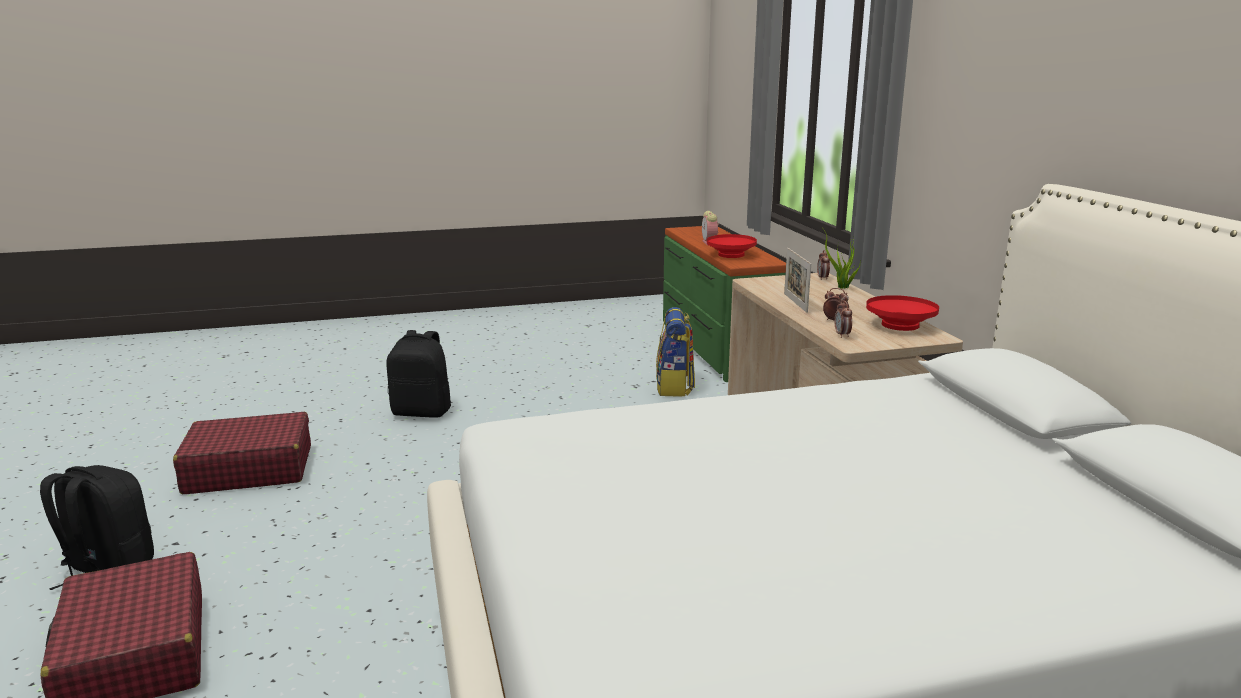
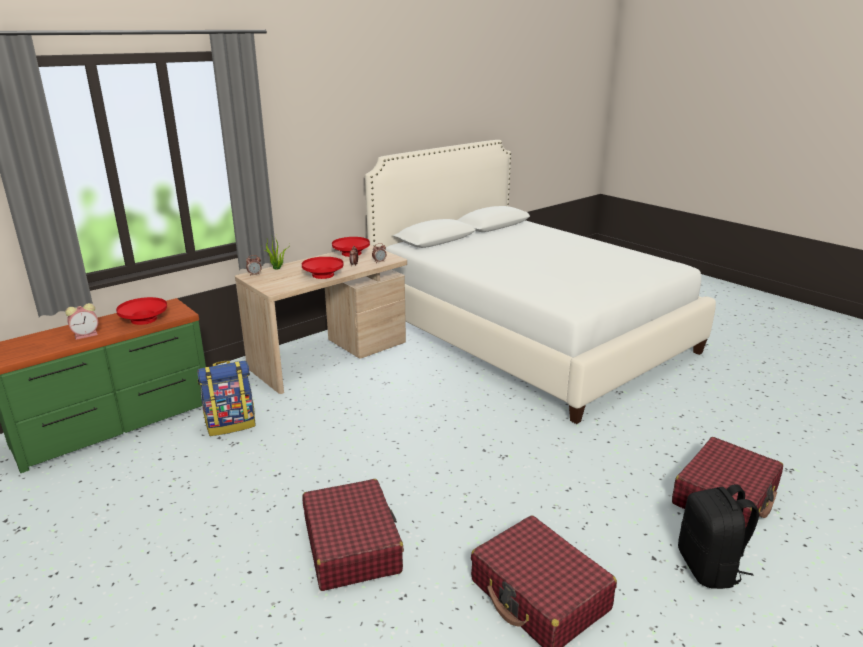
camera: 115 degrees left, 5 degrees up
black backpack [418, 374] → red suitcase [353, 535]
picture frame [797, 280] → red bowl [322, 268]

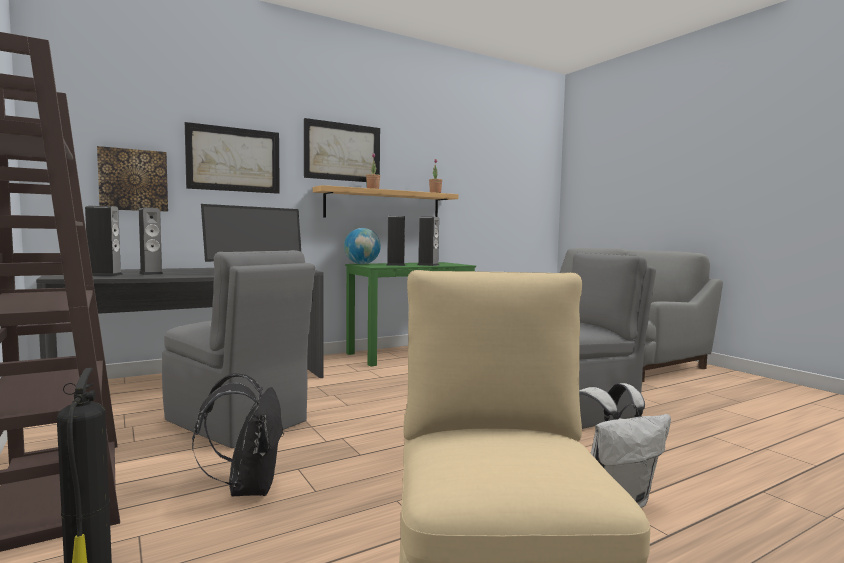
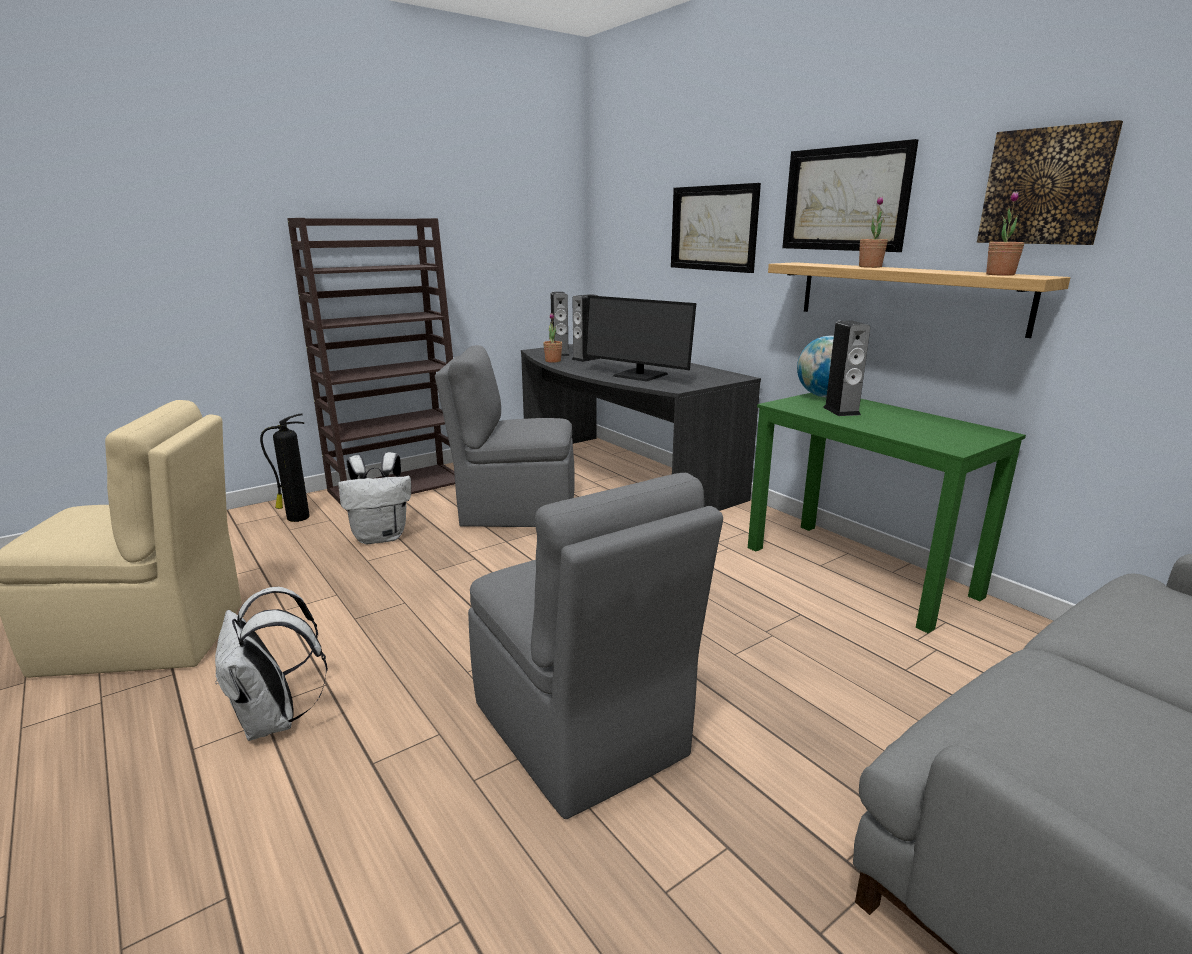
camera: 85 degrees right, 15 degrees up
speaker [428, 241] → -
- → potted plant [552, 338]
picture [132, 179] → picture [1050, 182], relocated
black backpack [238, 434] → white backpack [374, 498]
grey chair [238, 349] → grey chair [505, 436], 60 degrees clockwise

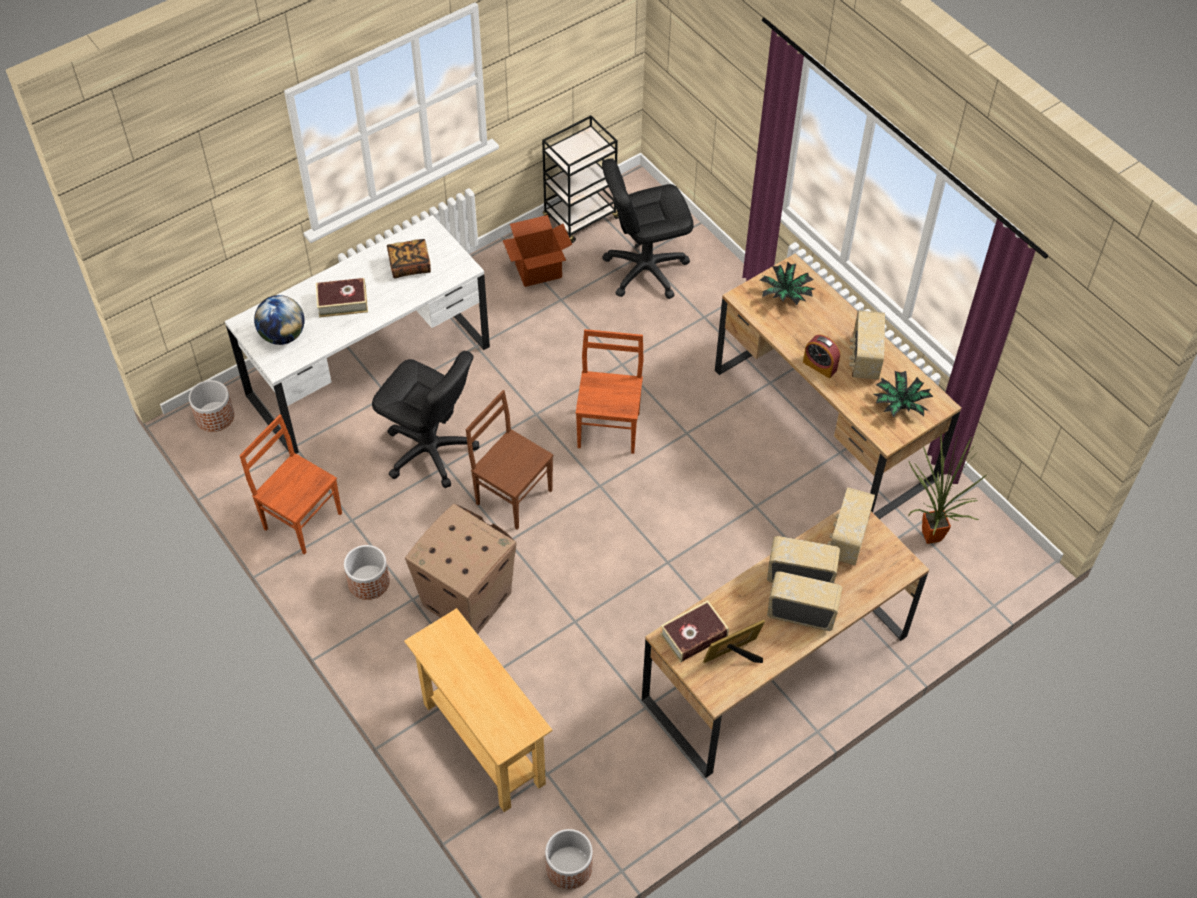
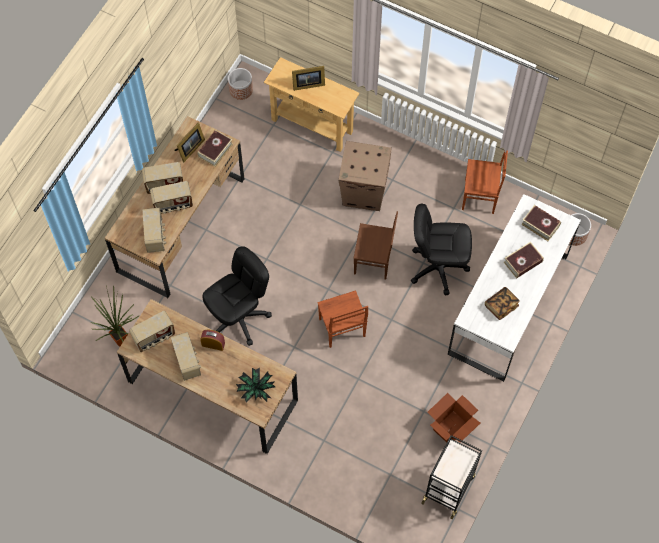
camera: 155 degrees right, 10 degrees up
planter [367, 572] → -
- → picture frame [308, 78]
black office chair [648, 229] → black office chair [237, 296], relocated
globe [279, 320] → book [541, 223]
potted plant [904, 394] → radio [152, 331]

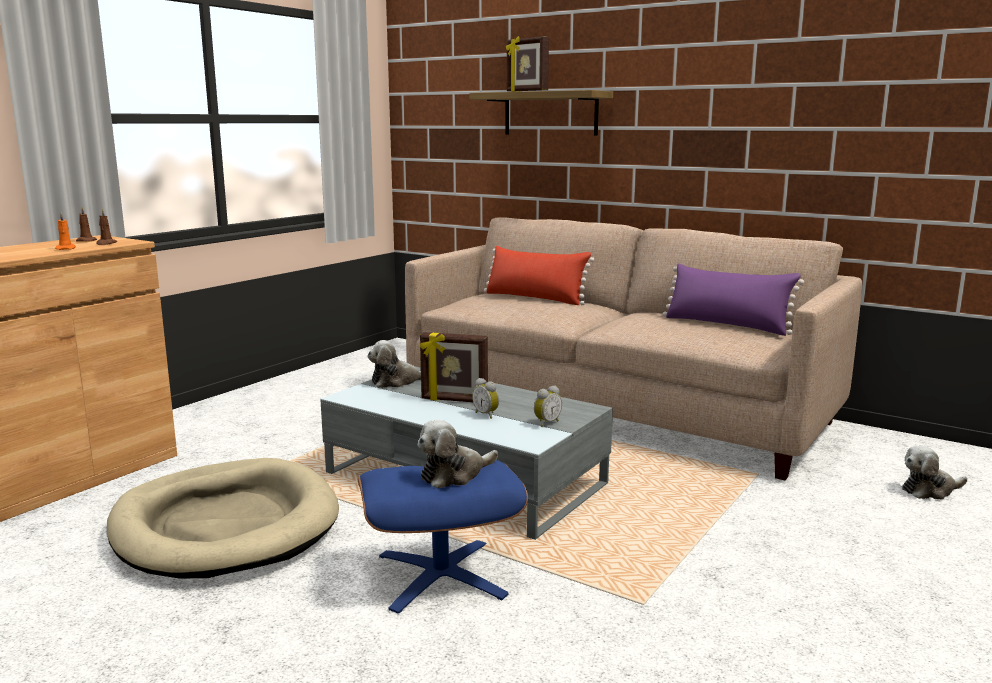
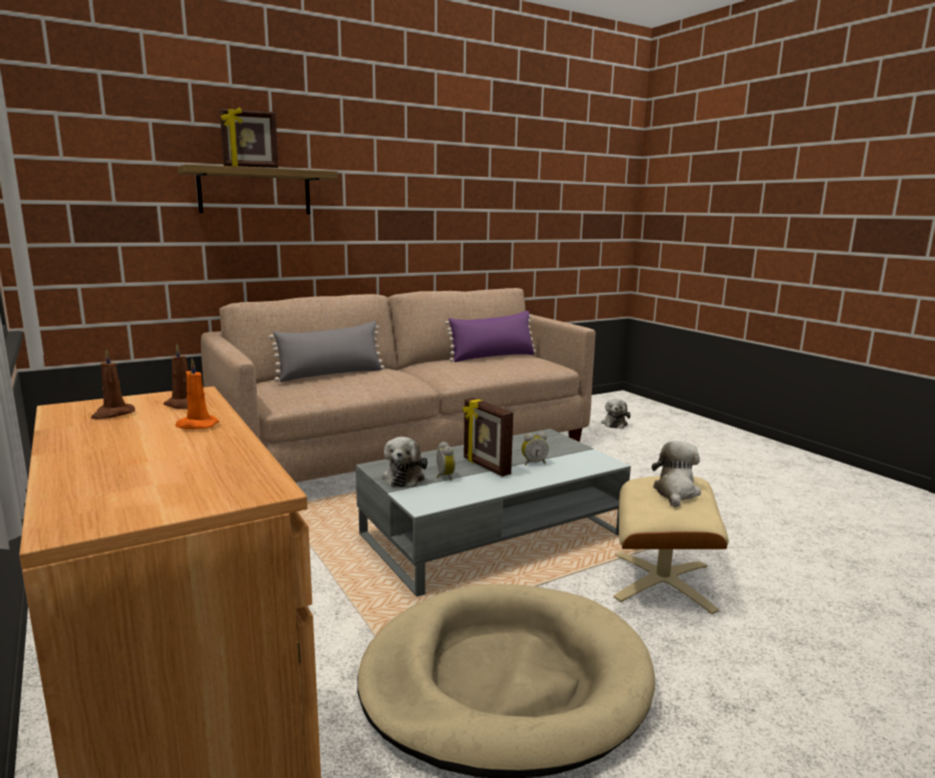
camera: 65 degrees left, 0 degrees up
alarm clock [548, 406] → alarm clock [445, 461], relocated
blue ottoman [443, 537] → beige ottoman [671, 545]
red pillow [539, 275] → grey pillow [327, 351]
plush toy [458, 454] → plush toy [676, 474], 150 degrees counterclockwise
picture frame [454, 367] → picture frame [488, 437], 105 degrees clockwise

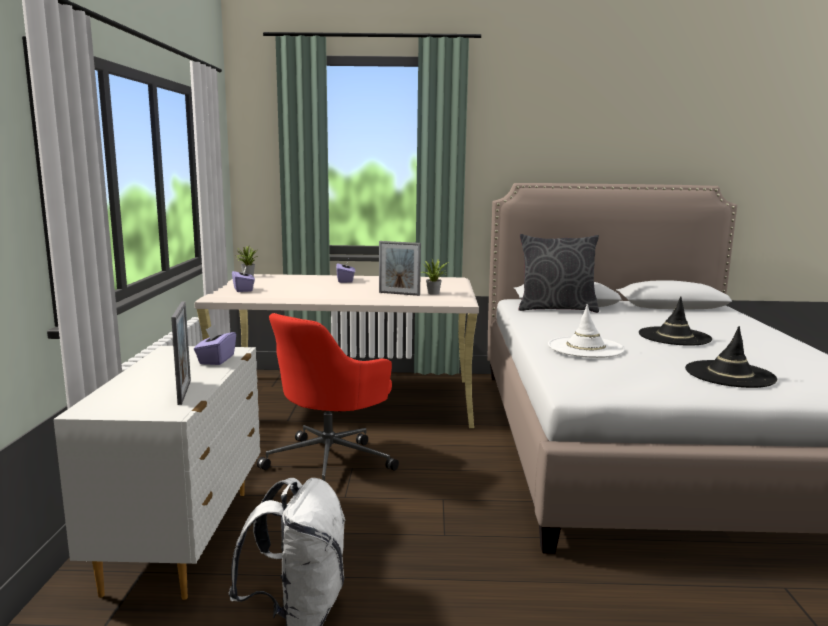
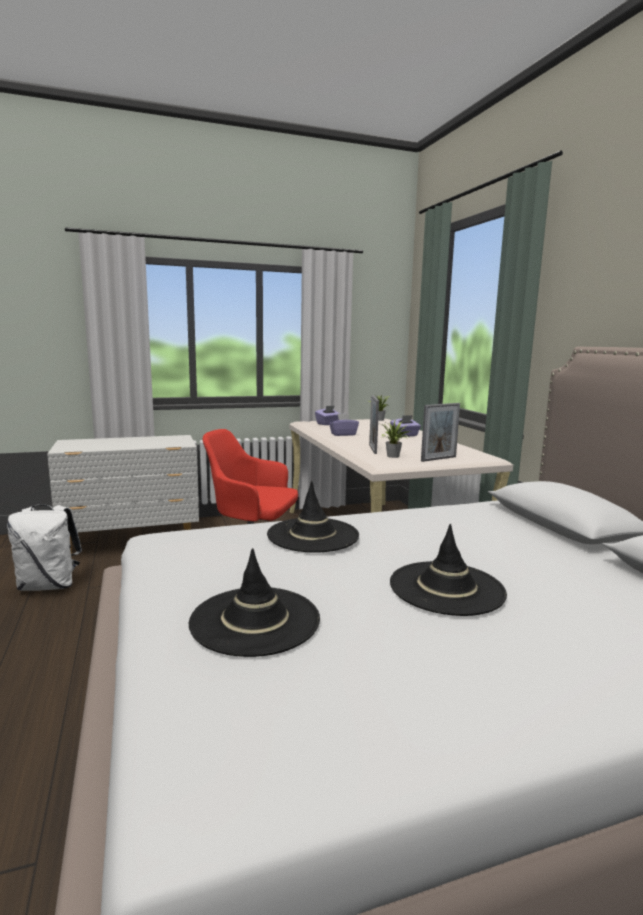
camera: 70 degrees right, 0 degrees up
grey pillow [559, 273] → -
picture frame [181, 353] → picture frame [440, 432], relocated
purple tissue box [215, 344] → purple tissue box [344, 424], relocated
white hat [586, 331] → black hat [313, 517]

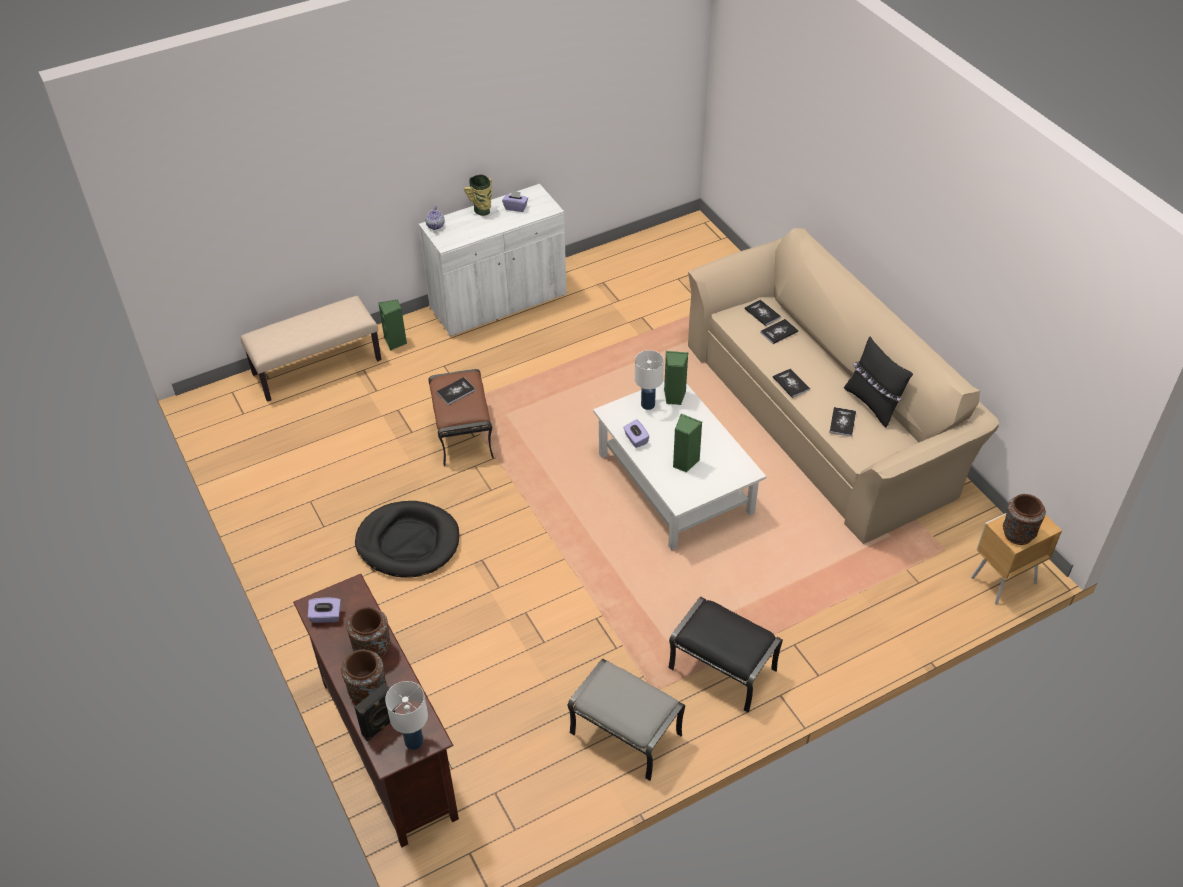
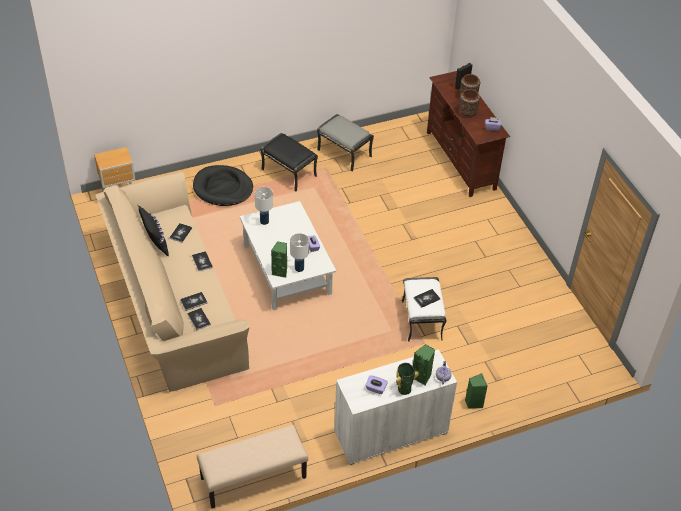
camera: 175 degrees left, 0 degrees up
brown vase [1024, 519] → -
beige bench [310, 349] → beige bench [252, 466], relocated
black dog bed [407, 539] → black dog bed [223, 185], relocated
white table lamp [406, 715] → white table lamp [264, 206], relocated
green speaker [687, 443] → green speaker [424, 365], relocated
brown ottoman [461, 417] → white ottoman [424, 309]

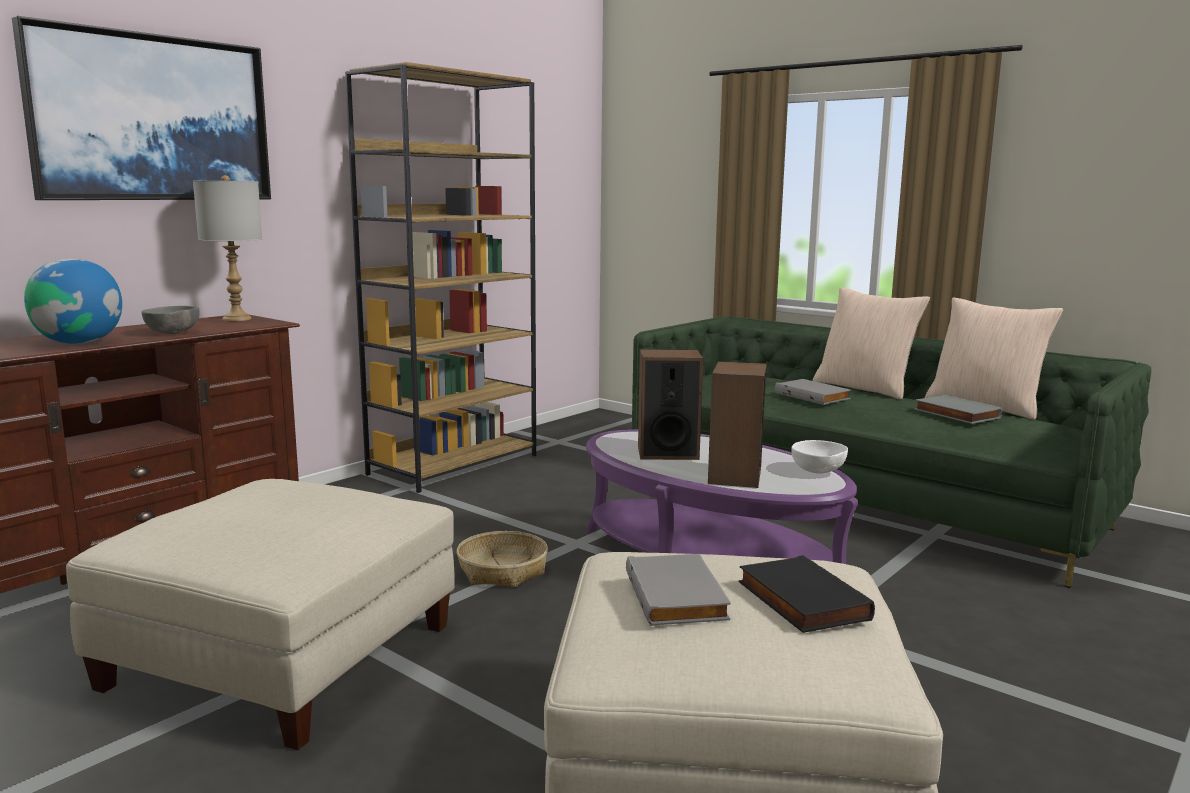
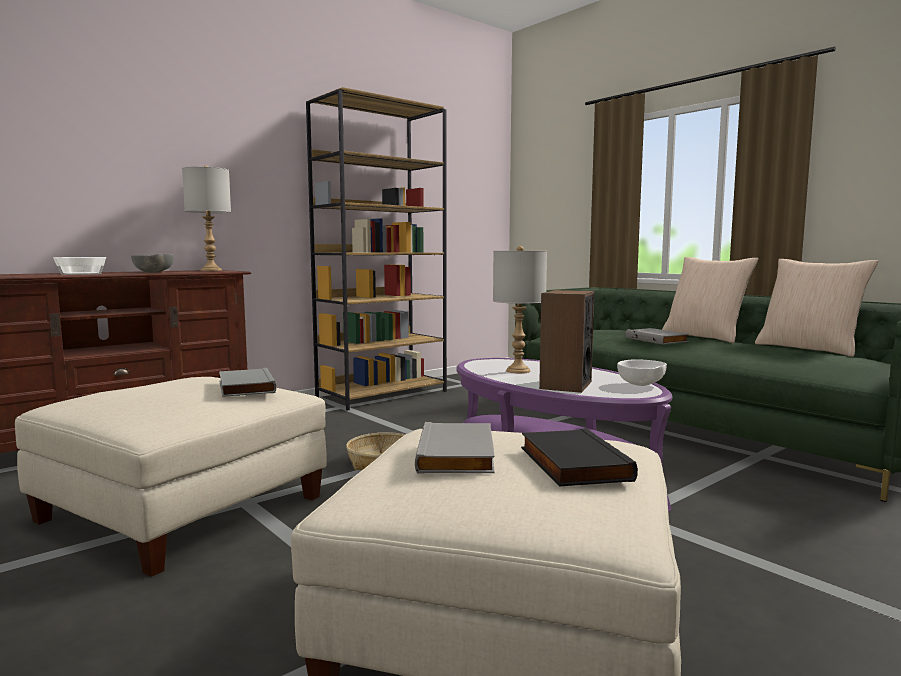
camera: 10 degrees right, 5 degrees down
picture [141, 108] → -
grey book [958, 409] → grey book [247, 382], relocated
globe [73, 301] → bowl [79, 266]
speaker [670, 404] → grey table lamp [520, 309]

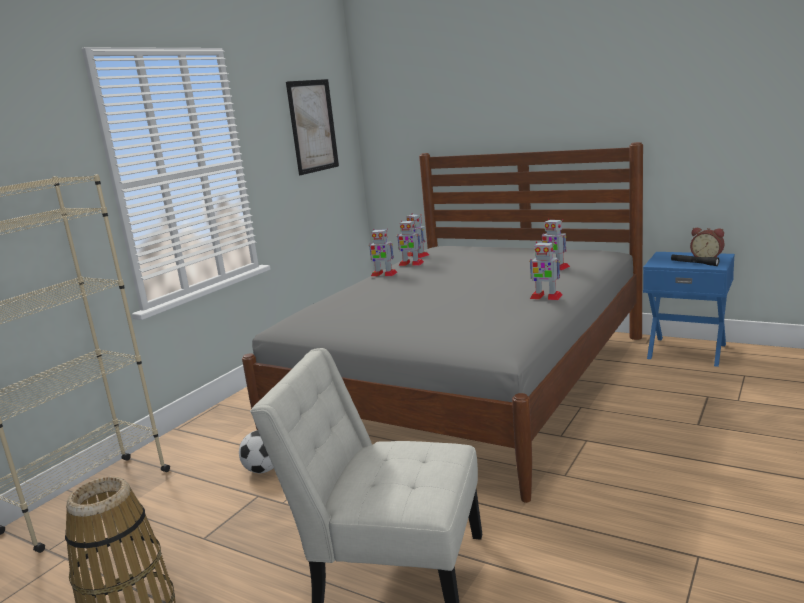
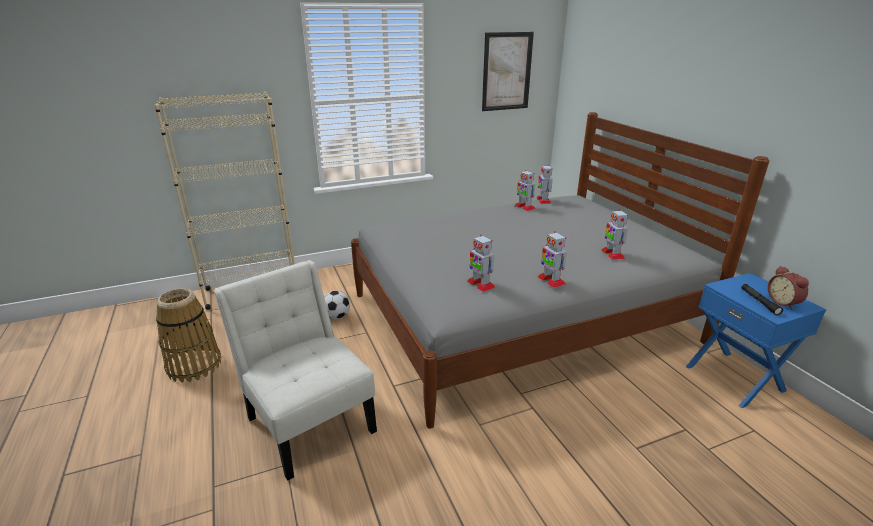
camera: 35 degrees right, 10 degrees up
toy robot [383, 252] → toy robot [481, 263], relocated

